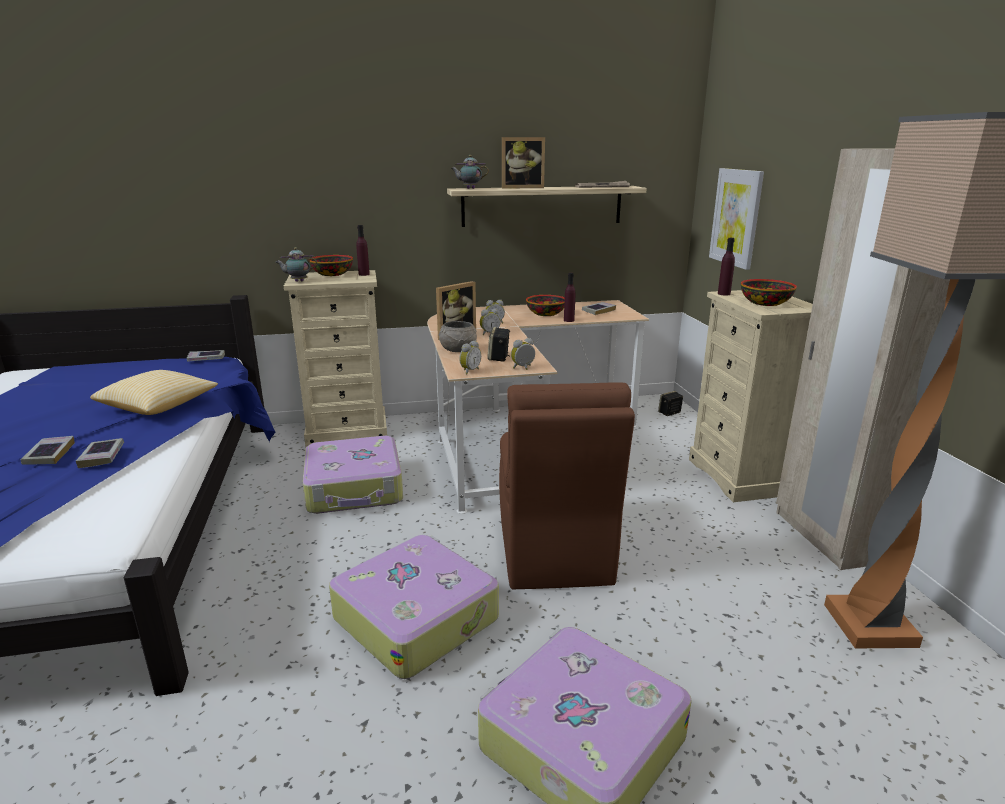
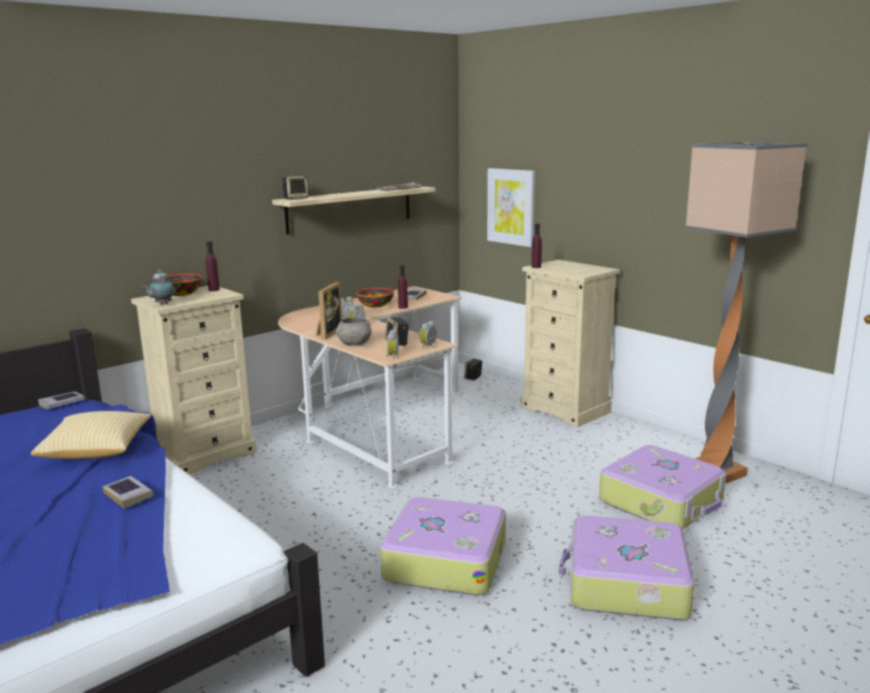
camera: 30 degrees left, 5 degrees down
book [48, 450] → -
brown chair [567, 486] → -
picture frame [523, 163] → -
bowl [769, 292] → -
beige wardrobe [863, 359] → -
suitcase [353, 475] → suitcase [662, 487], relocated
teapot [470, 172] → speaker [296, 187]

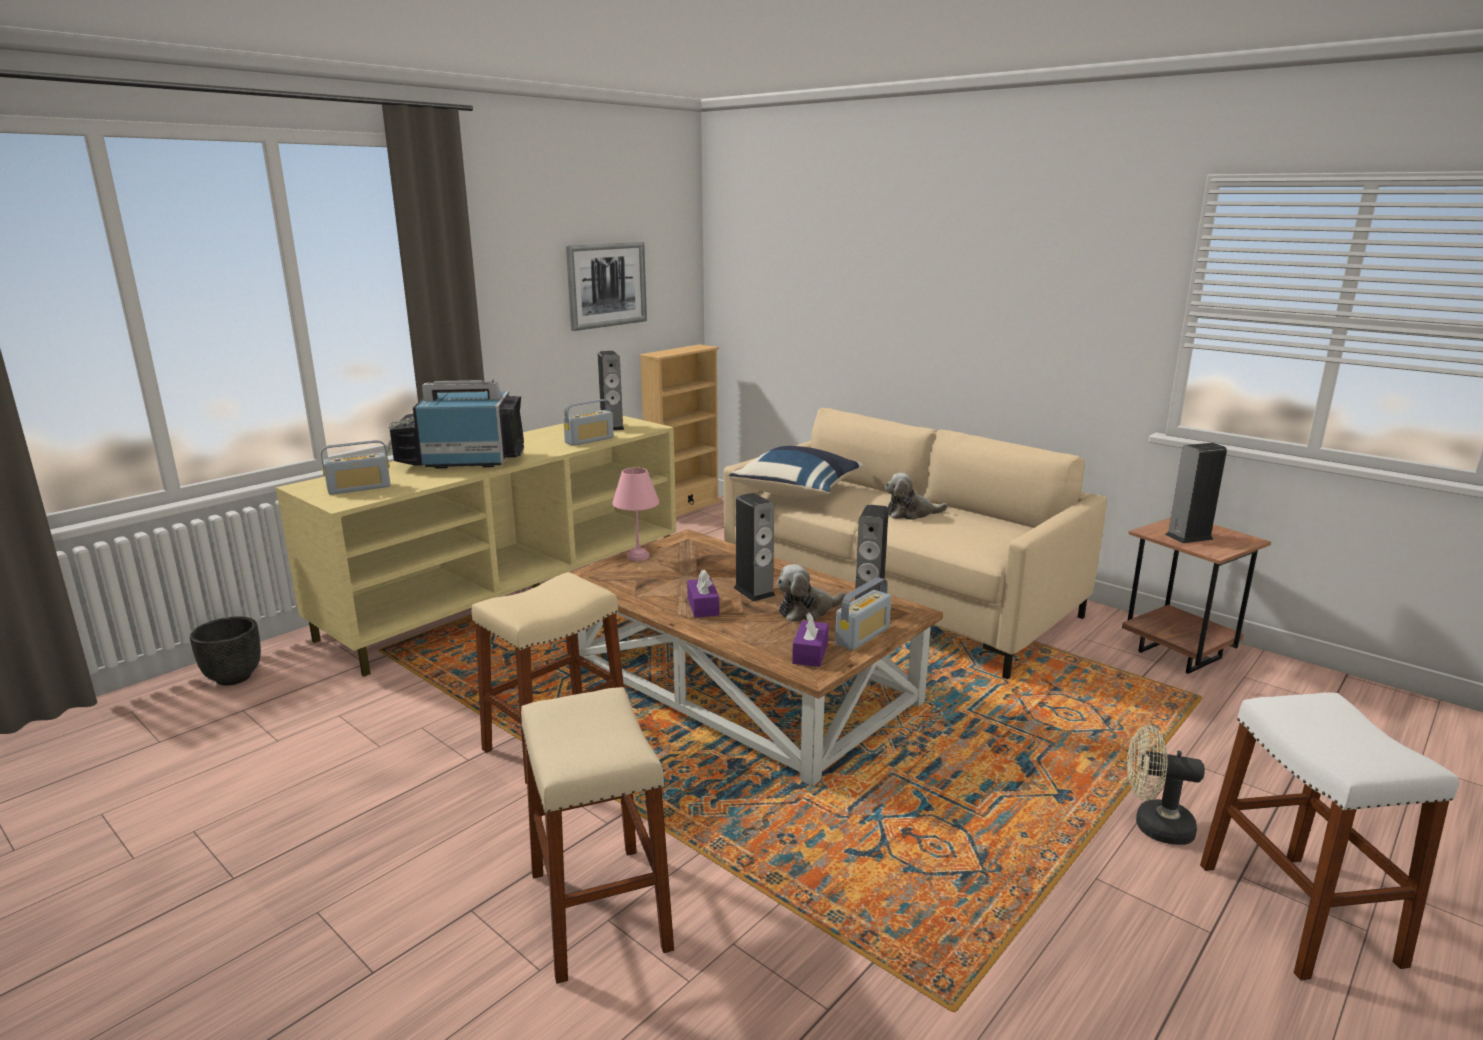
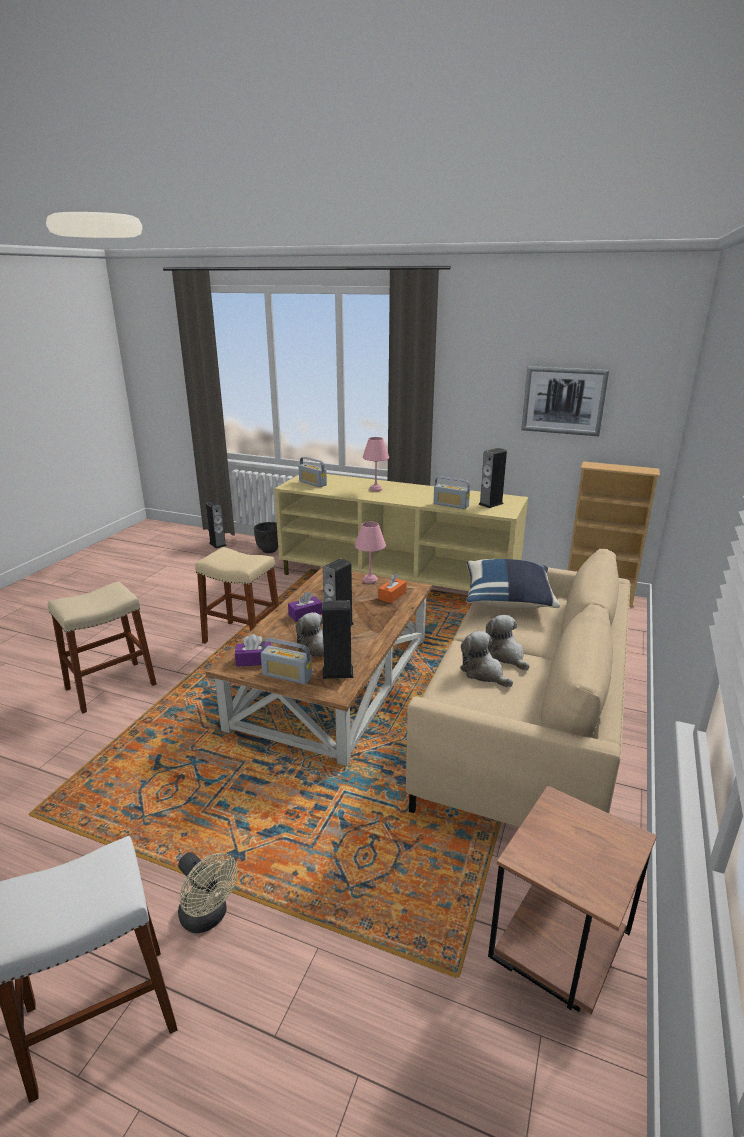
camera: 70 degrees right, 5 degrees up
- → orange tissue box [392, 588]
- → plush toy [486, 659]
speaker [1196, 493] → speaker [216, 524], relocated
television [454, 424] → pink table lamp [376, 464]
beige fan [1166, 785] → beige fan [208, 892], 135 degrees clockwise

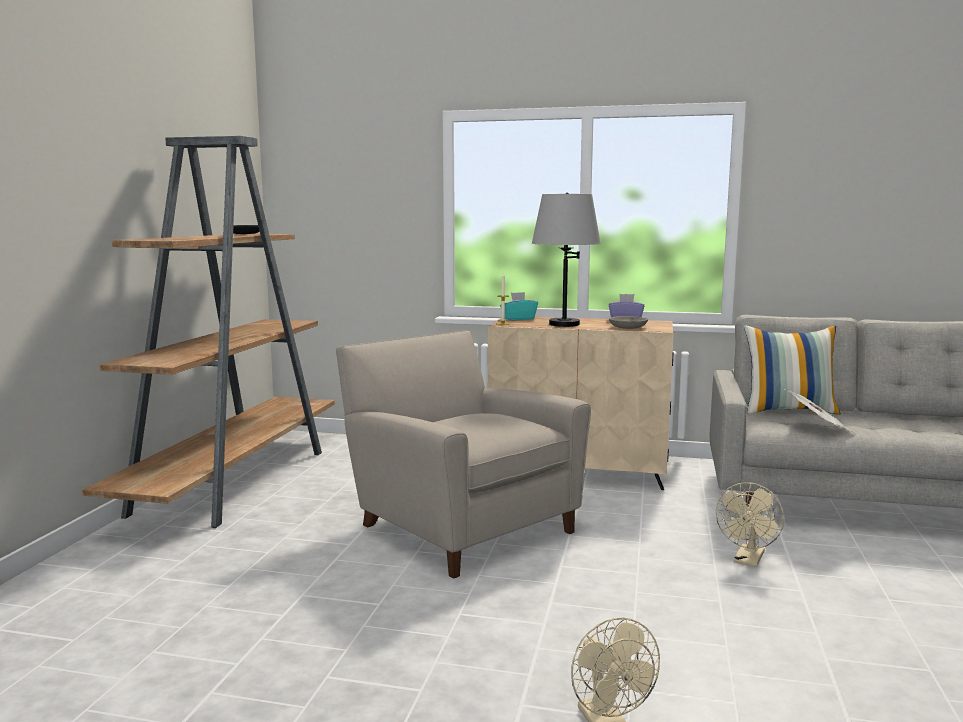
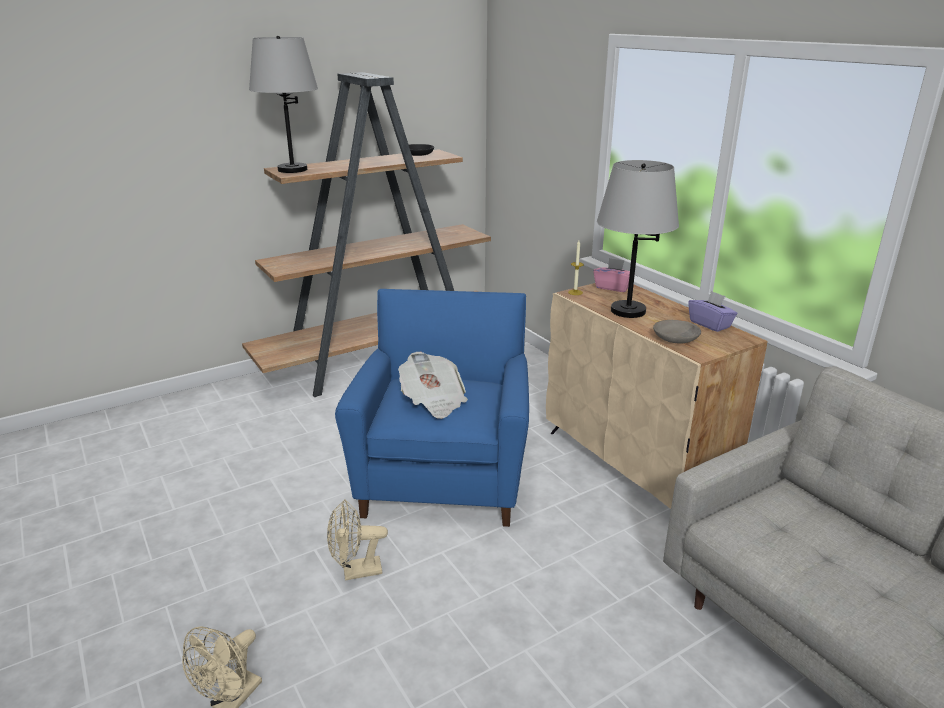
camera: 45 degrees right, 15 degrees up
pillow [792, 370] → -
- → grey table lamp [283, 104]
beige fan [750, 524] → beige fan [357, 540], relocated
newspaper [820, 411] → newspaper [433, 385], relocated
beige armchair [463, 454] → blue armchair [432, 408]
turquoise tissue box [519, 306] → pink tissue box [611, 275]

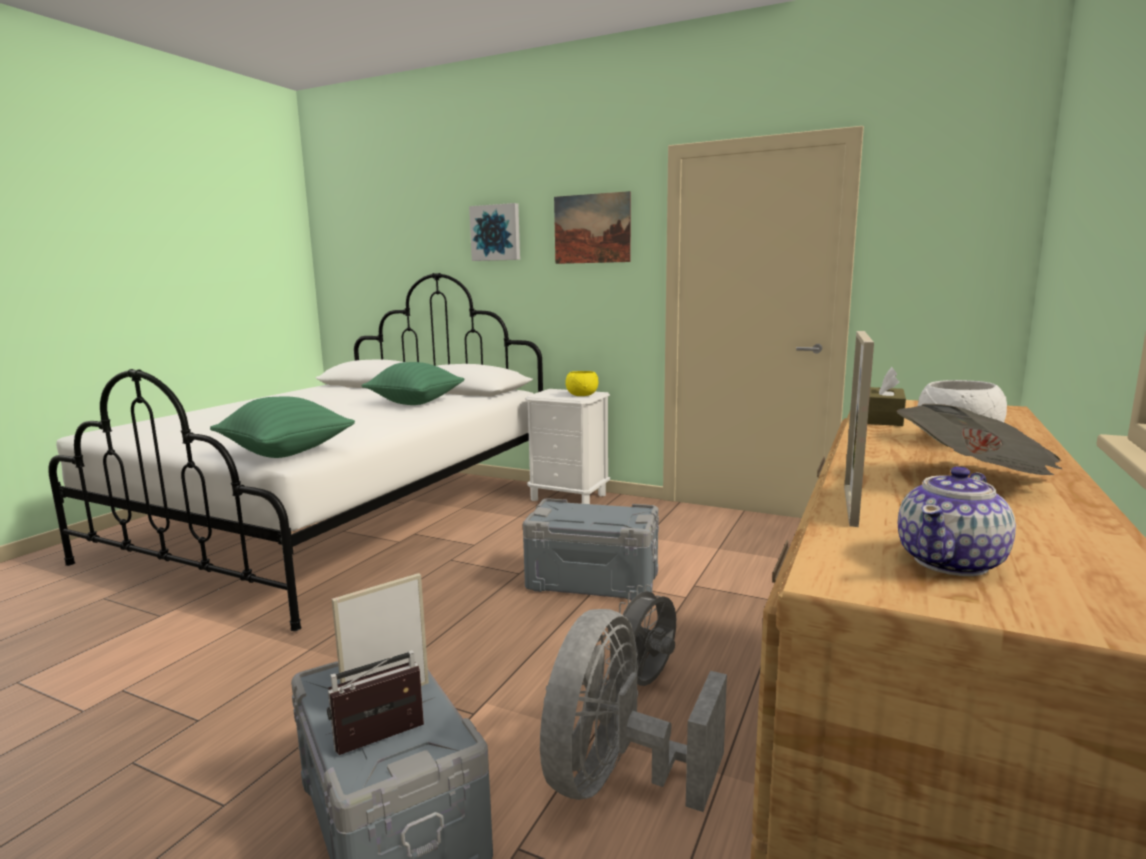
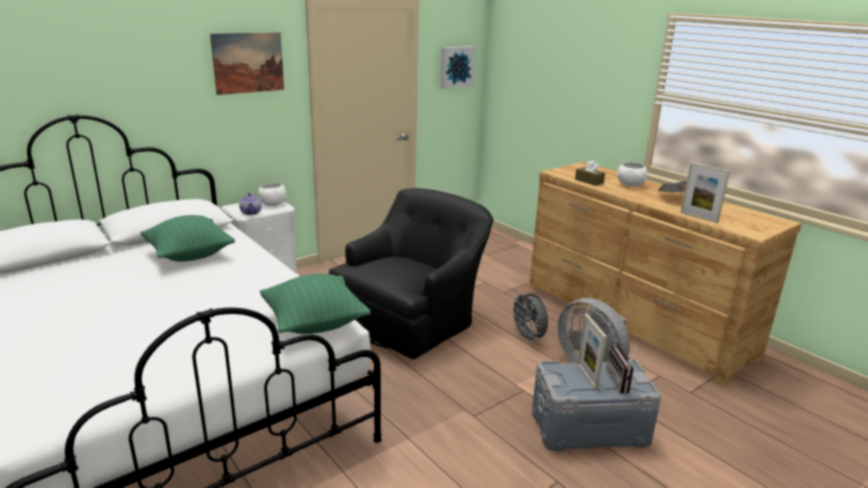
camera: 65 degrees left, 10 degrees up
picture [494, 232] → picture [458, 67], relocated
teapot [957, 521] → teapot [250, 204], relocated
grey storage box [591, 549] → black armchair [411, 273]
yellow bowl [581, 383] → white bowl [272, 194]

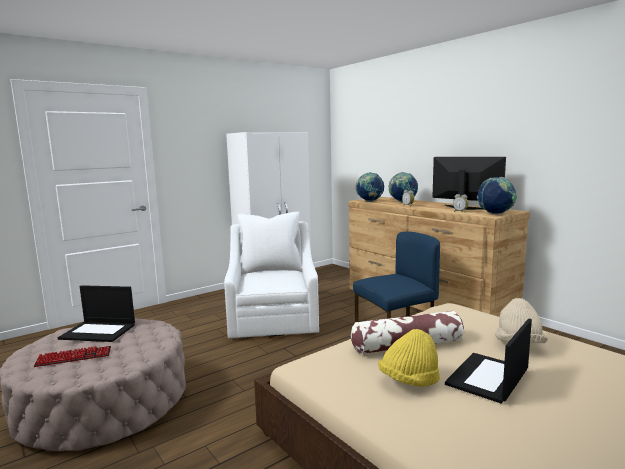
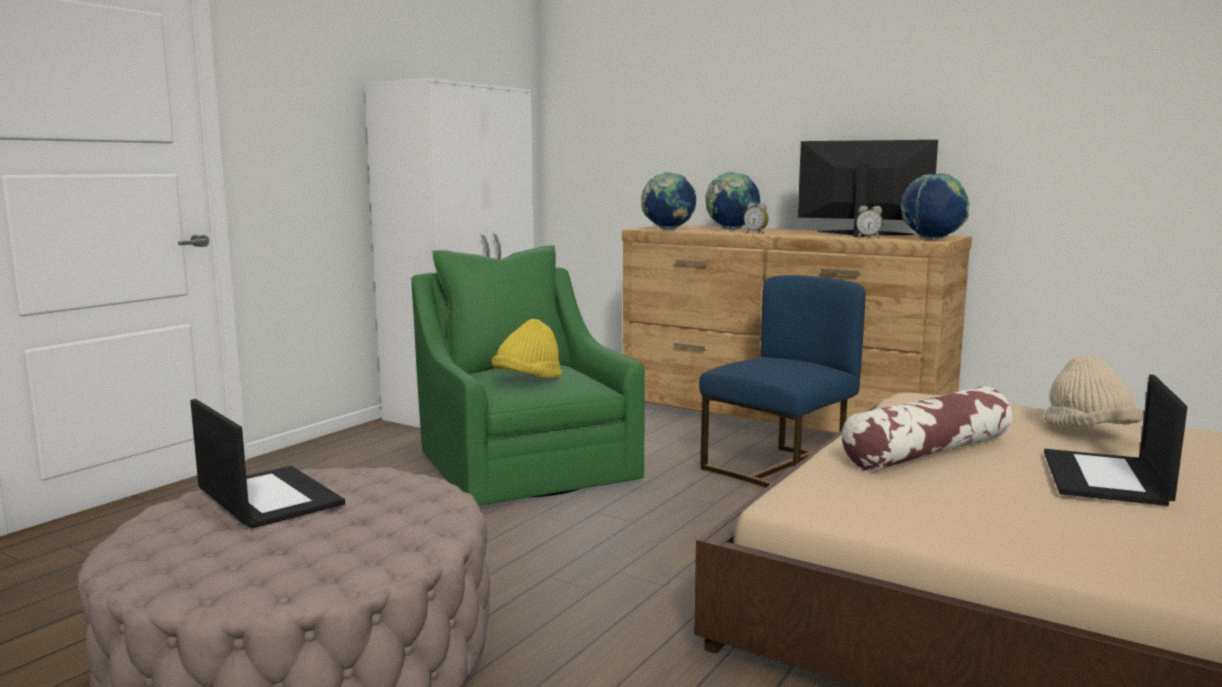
camera: 20 degrees left, 0 degrees up
keyboard [72, 356] → -
yellow hat [409, 358] → yellow hat [526, 348], relocated
white armchair [271, 274] → green armchair [528, 375]
laptop [96, 313] → laptop [267, 464], 120 degrees counterclockwise

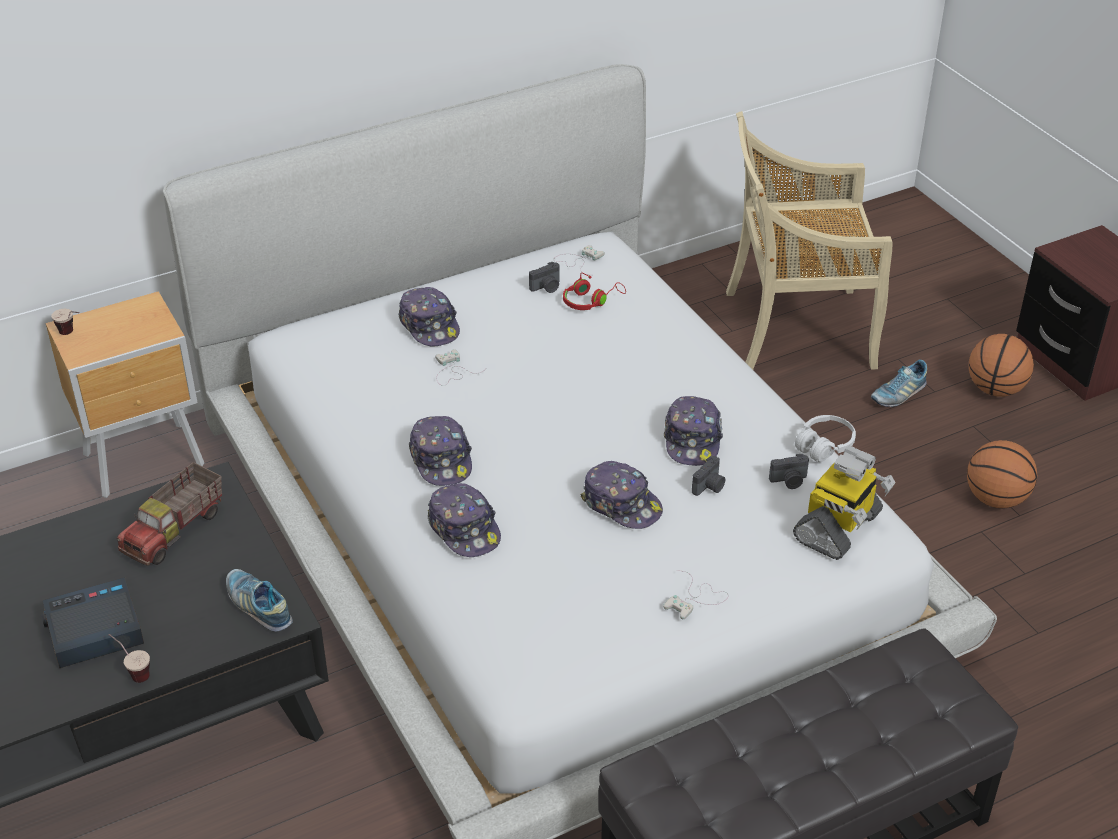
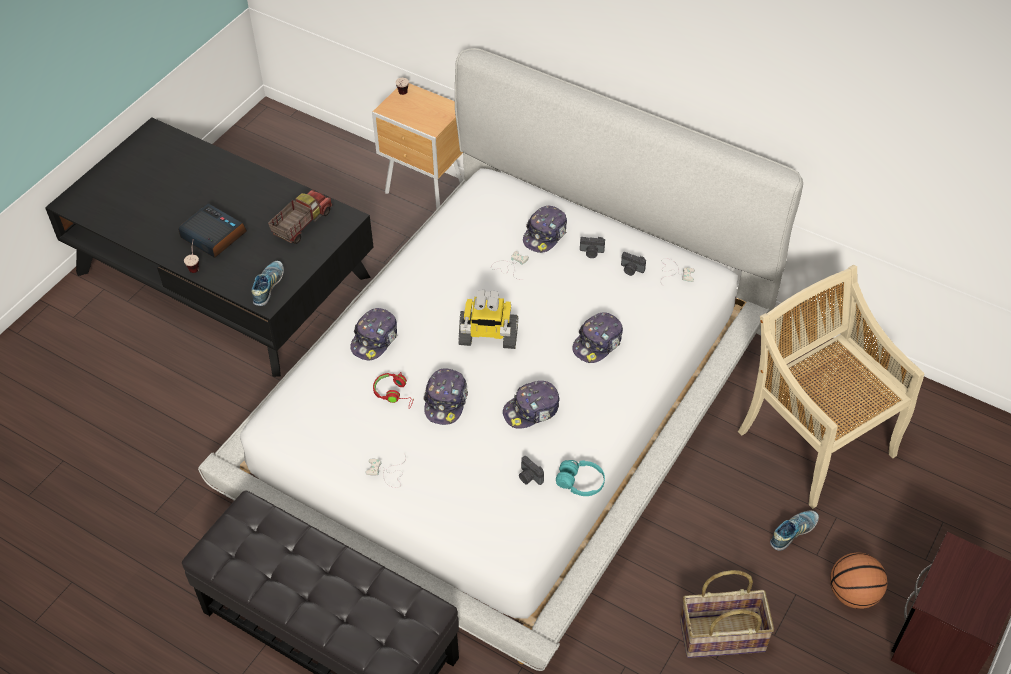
camera: 60 degrees right, 10 degrees up
cap [440, 451] → cap [597, 337], relocated
red headphones [594, 291] → red headphones [393, 390], relocated
photo camera [708, 476] → photo camera [592, 247], relocated
toy robot [844, 503] → toy robot [488, 319], relocated
basketball [1002, 474] → basket [727, 614]
white headphones [825, 438] → turquoise headphones [580, 478]
toy truck [169, 514] → toy truck [300, 217], 120 degrees clockwise
shoe [899, 383] → shoe [794, 530], 120 degrees clockwise

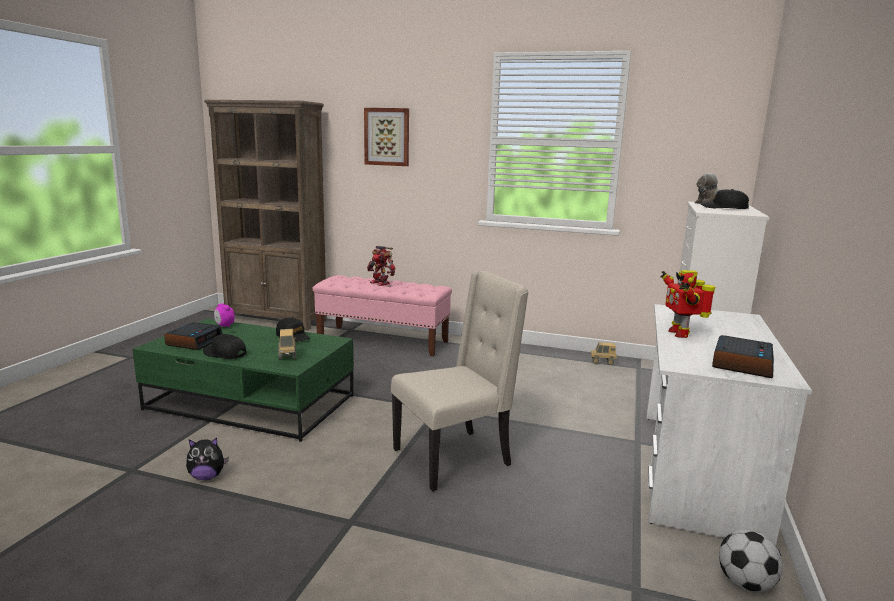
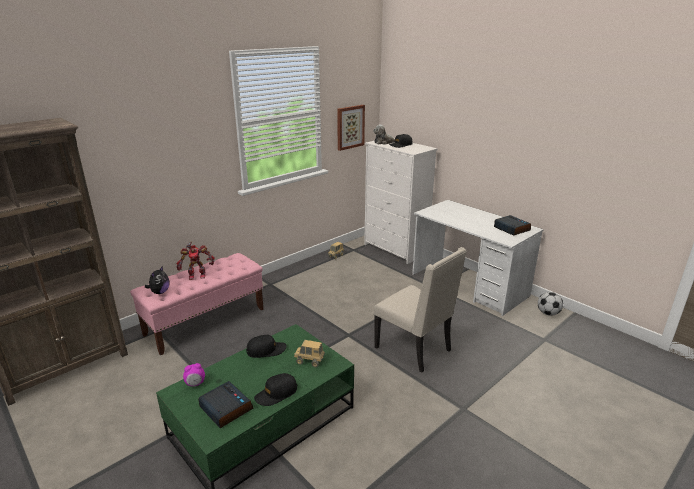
camera: 60 degrees left, 10 degrees up
toy robot [688, 304] → -
plush toy [207, 459] → plush toy [157, 280], relocated
picture [386, 137] → picture [351, 128], relocated
beige chair [460, 380] → beige chair [420, 310], 135 degrees clockwise

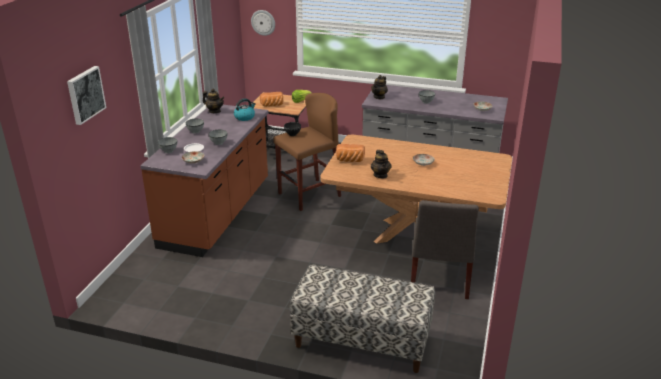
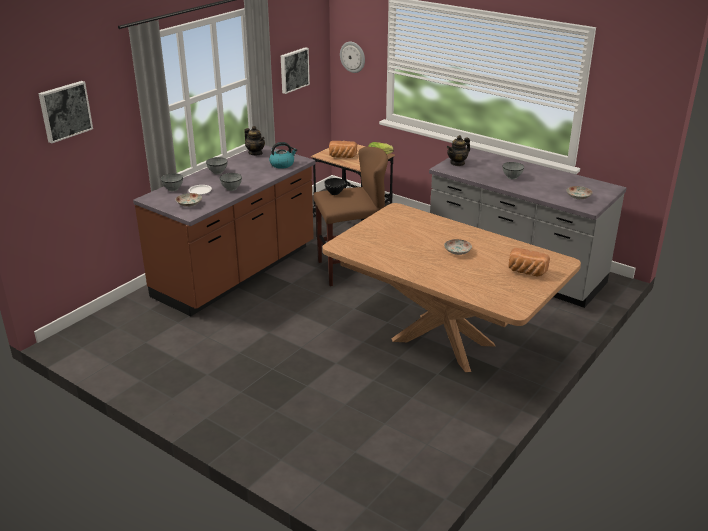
camera: 20 degrees right, 0 degrees up
bench [362, 318] → -
teapot [381, 164] → -
grey chair [445, 249] → -
- → picture [295, 70]
bread [350, 153] → bread [529, 262], relocated

